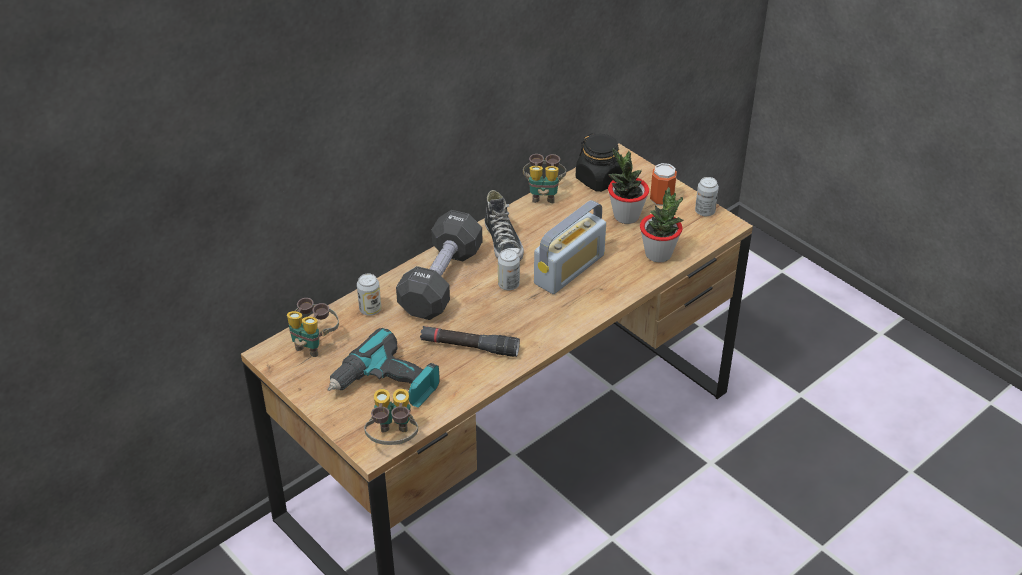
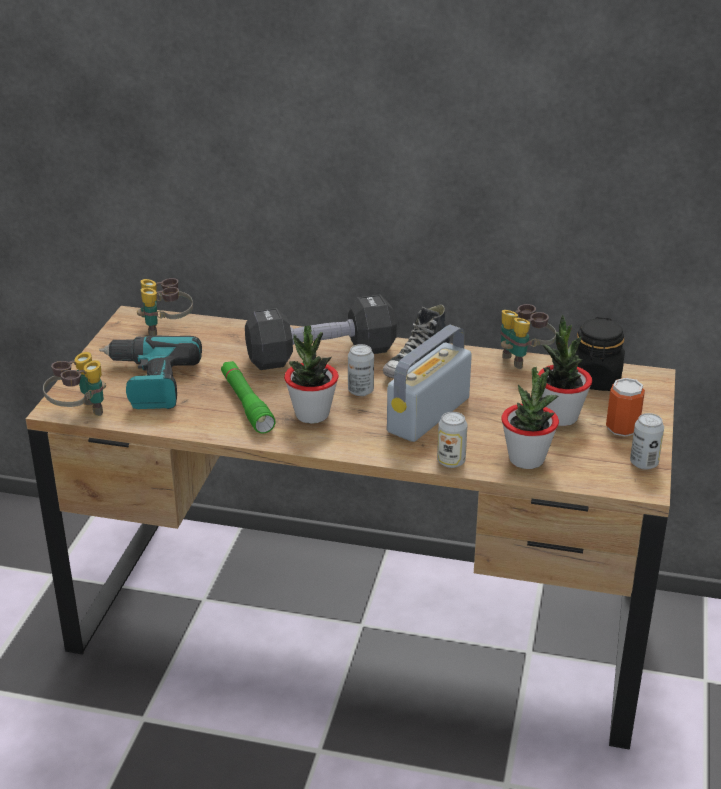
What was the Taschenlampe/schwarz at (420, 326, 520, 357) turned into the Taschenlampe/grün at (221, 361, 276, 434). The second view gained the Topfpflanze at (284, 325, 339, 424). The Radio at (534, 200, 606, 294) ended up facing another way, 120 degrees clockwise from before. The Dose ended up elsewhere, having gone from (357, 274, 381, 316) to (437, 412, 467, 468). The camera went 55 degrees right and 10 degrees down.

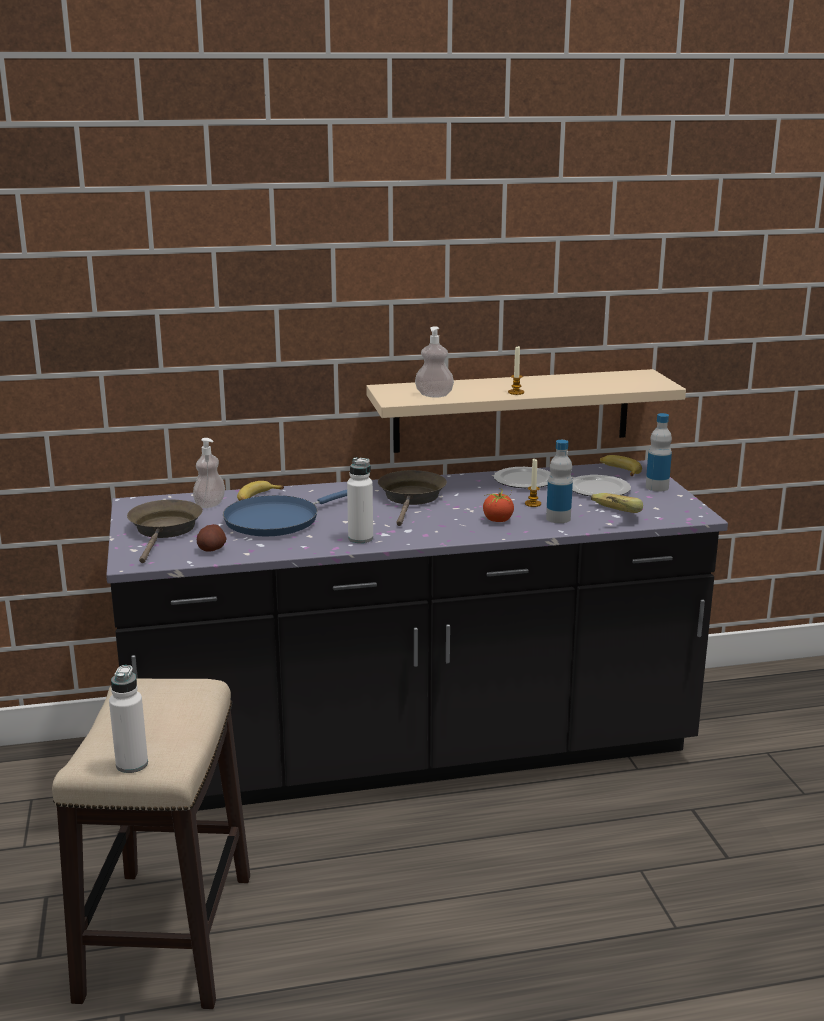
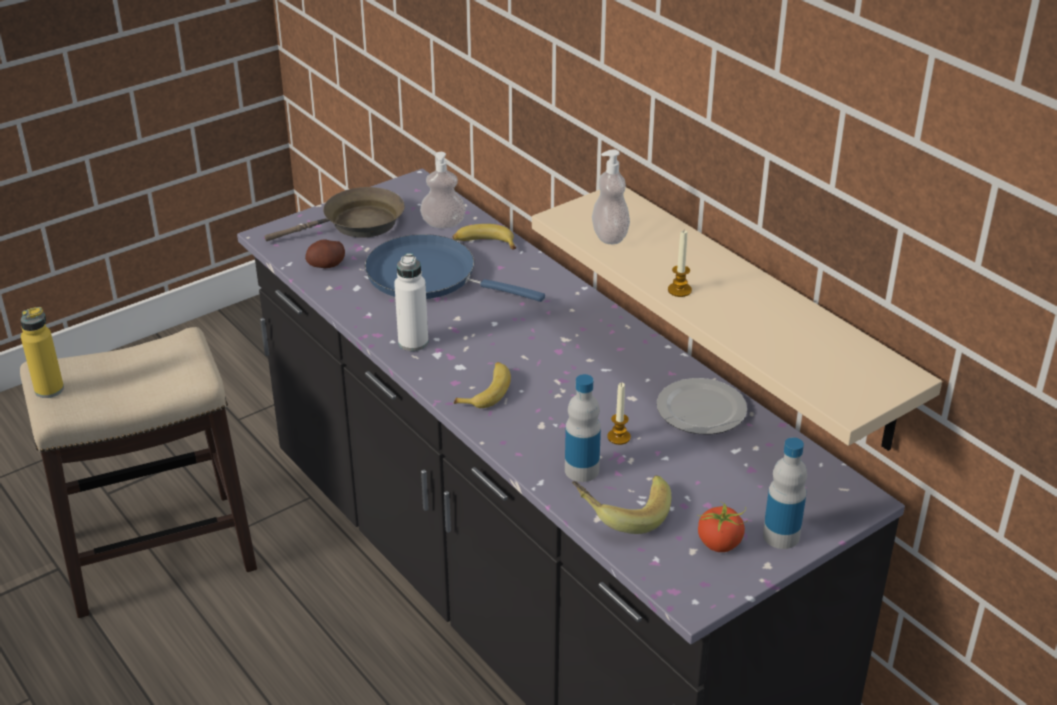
What was the Flasche/weiß at (109, 665, 148, 773) turned into the Flasche/gelb at (21, 307, 64, 398). The Banane ended up elsewhere, having gone from (600, 455, 642, 476) to (454, 362, 511, 408). The Tomate ended up elsewhere, having gone from (483, 488, 514, 522) to (697, 501, 747, 552). The second view lost the Pfanne/braun at (378, 470, 447, 526). The second view lost the Teller at (572, 475, 631, 496). The camera went 65 degrees right and 15 degrees up.

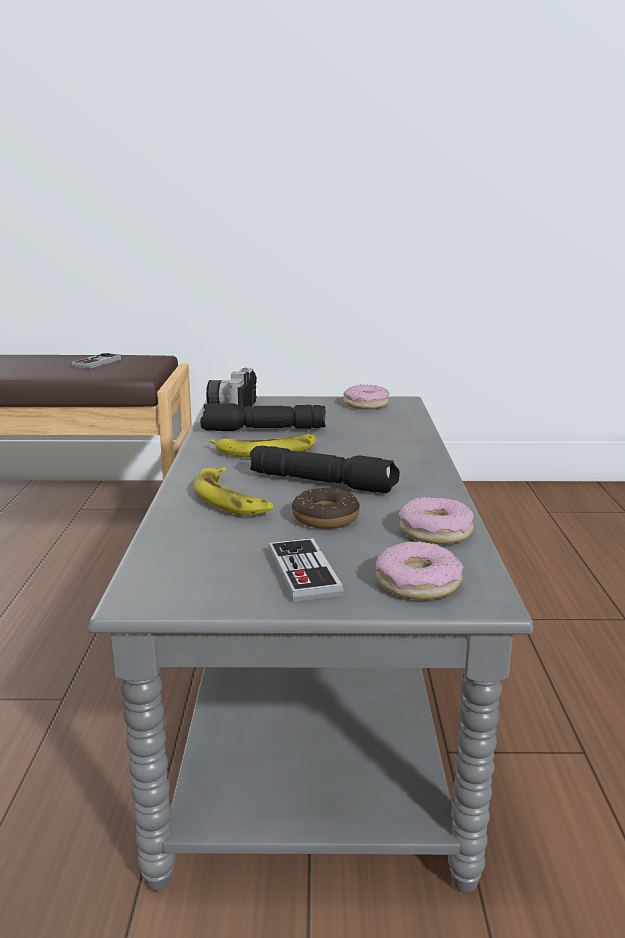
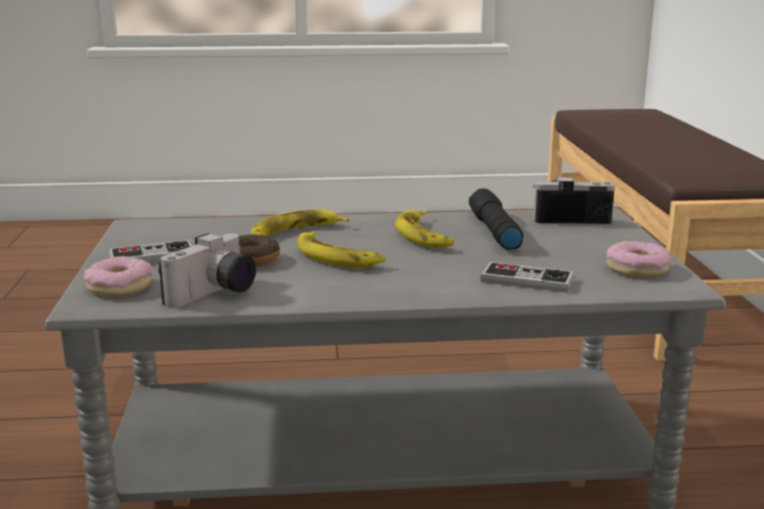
Where the Donut stood at (399, 497, 474, 544), the Kamera came to stand at (158, 233, 256, 308). Where the Taschenlampe/schwarz stood at (250, 446, 400, 493), the Banane came to stand at (297, 231, 385, 268). The Gamepad ended up elsewhere, having gone from (72, 353, 122, 369) to (480, 262, 574, 293). The camera went 85 degrees right and 0 degrees up.

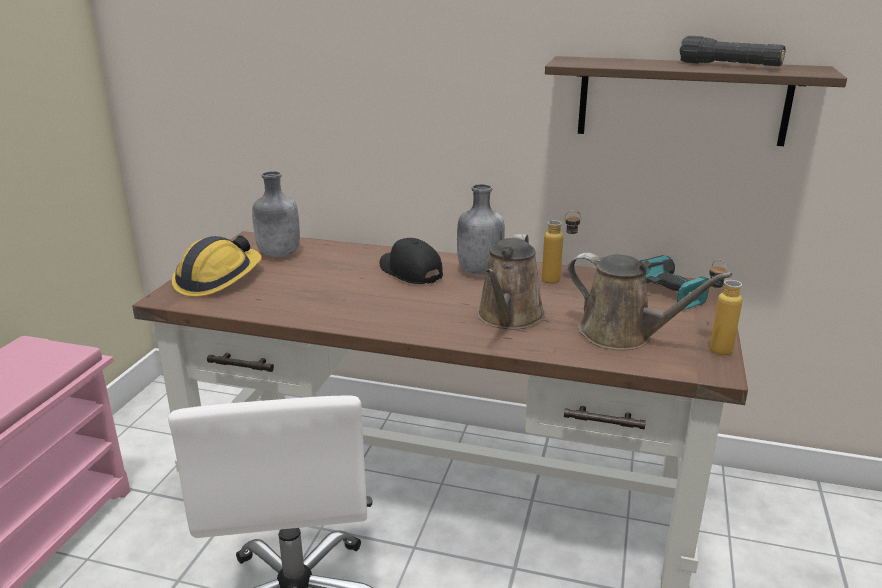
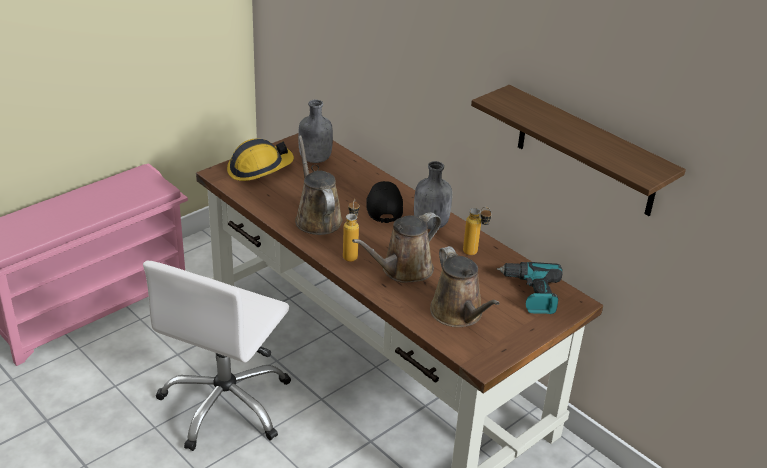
The second view gained the Gießkanne/braun at (295, 135, 343, 235). The Flasche ended up elsewhere, having gone from (709, 259, 742, 355) to (343, 199, 360, 262). The second view lost the Taschenlampe/schwarz at (680, 35, 786, 66). The camera went 30 degrees right and 10 degrees up.

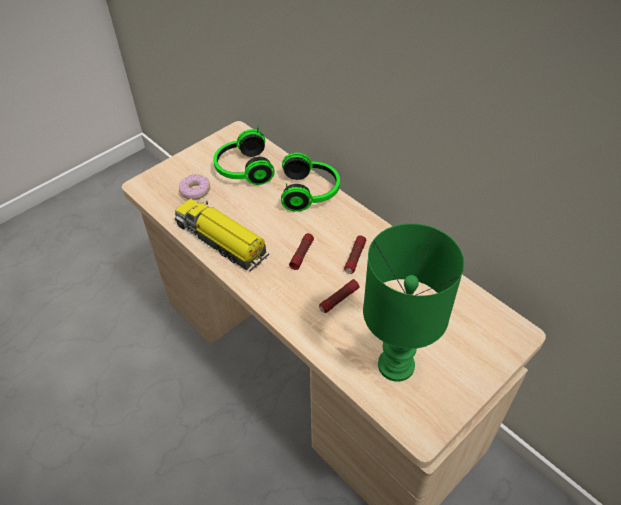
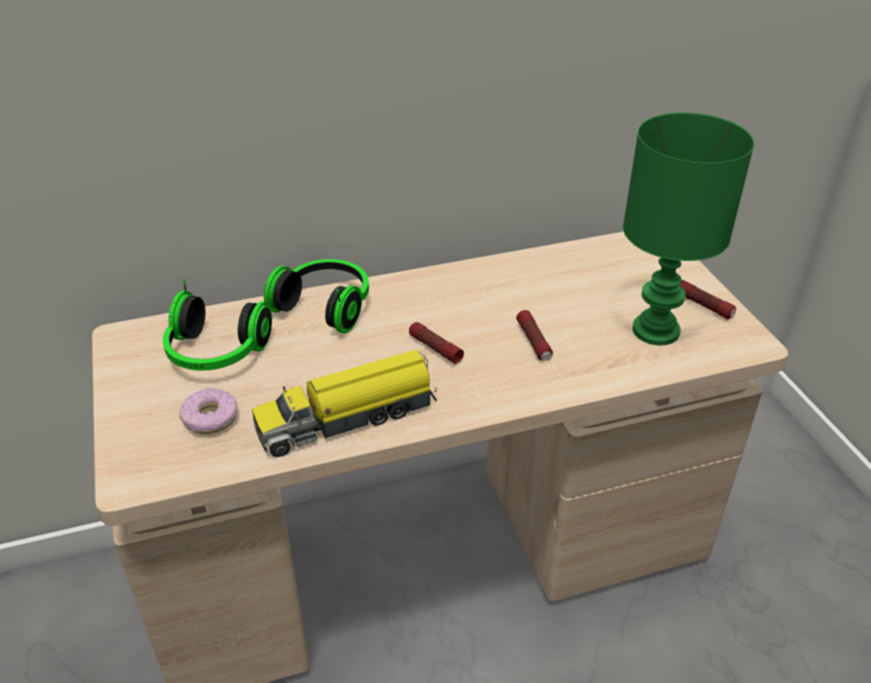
The Taschenlampe ended up elsewhere, having gone from (344, 235, 367, 274) to (680, 280, 736, 319). The camera went 65 degrees left and 10 degrees down.

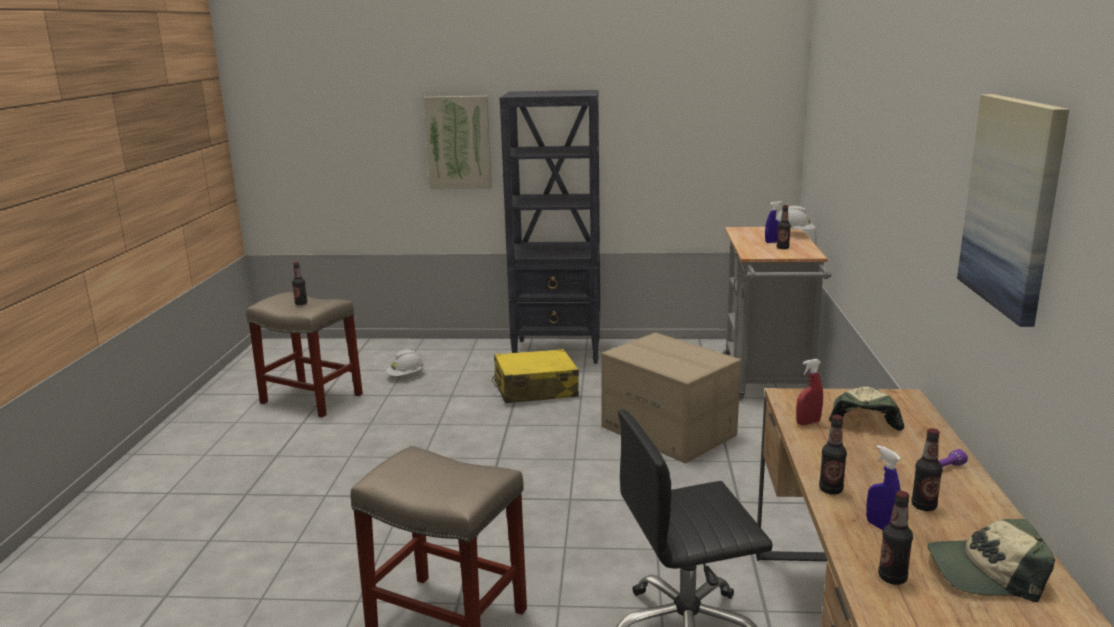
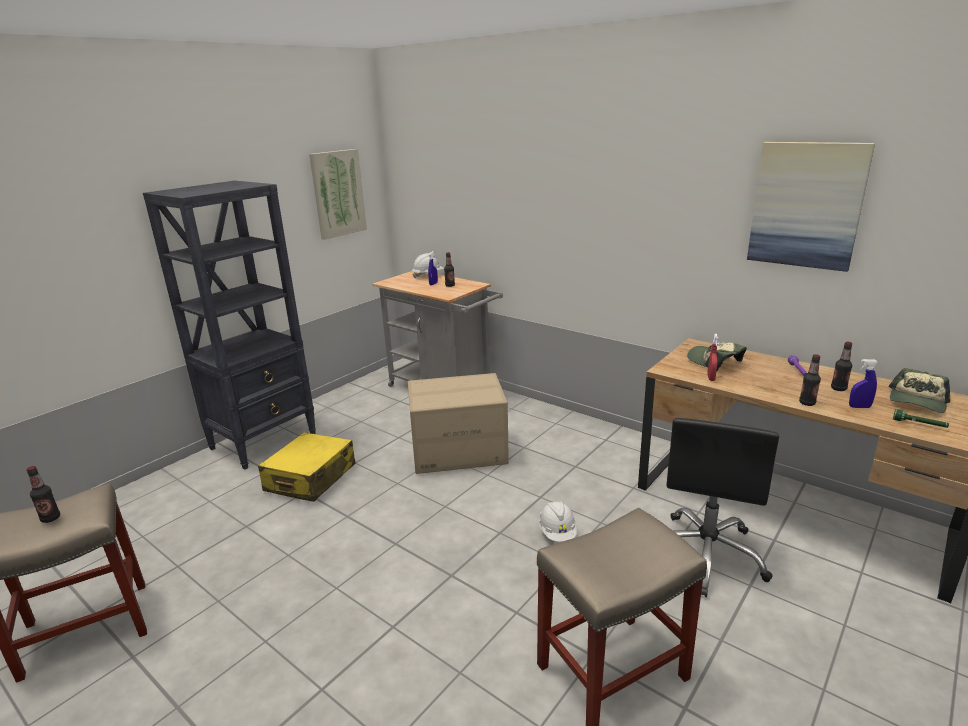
The Bild ended up elsewhere, having gone from (423, 96, 492, 189) to (309, 149, 367, 240). The Schutzhelm/weiß ended up elsewhere, having gone from (386, 349, 425, 376) to (538, 501, 577, 542). Where the Flasche stood at (878, 491, 913, 585), the Taschenlampe/grün came to stand at (893, 409, 949, 428). The camera went 55 degrees left and 5 degrees up.

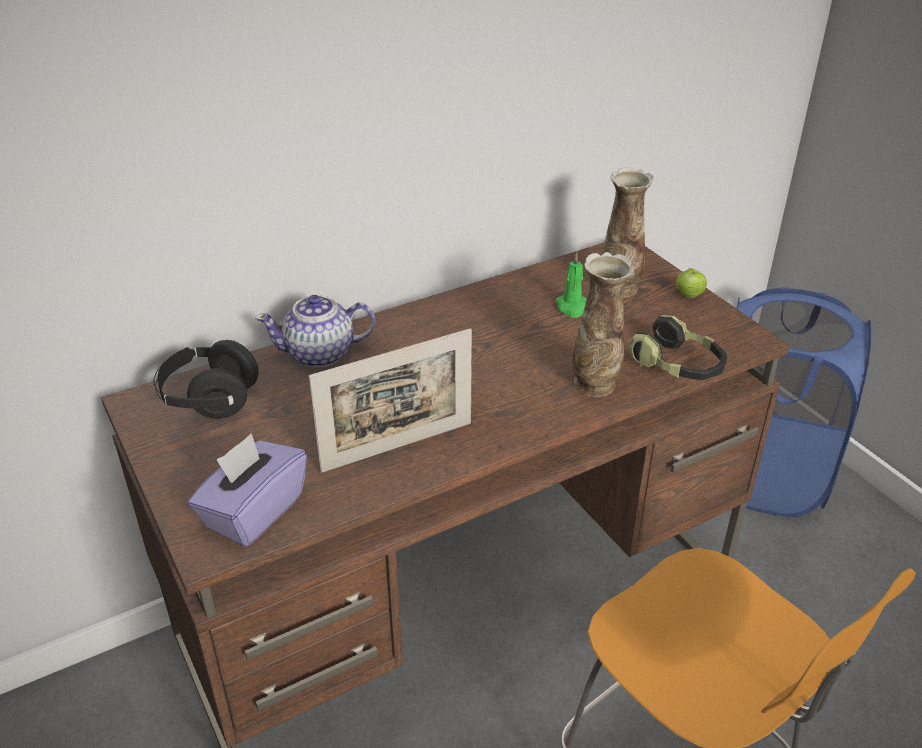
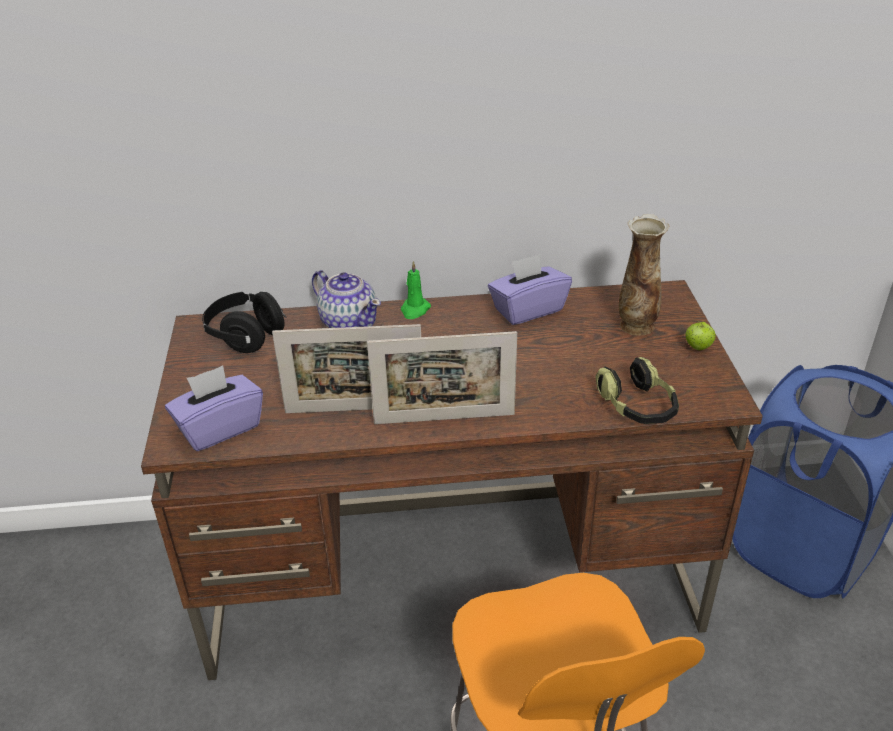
The Teekanne at (255, 295, 375, 367) ended up facing another way, 150 degrees counterclockwise from before. The second view gained the Bilderrahmen at (367, 331, 517, 424). The Kerze/grün ended up elsewhere, having gone from (556, 252, 587, 318) to (401, 261, 431, 319). The second view gained the Taschentuchbox/lila at (488, 254, 572, 325). The second view lost the Vase at (572, 252, 634, 397). The camera went 25 degrees right and 0 degrees up.

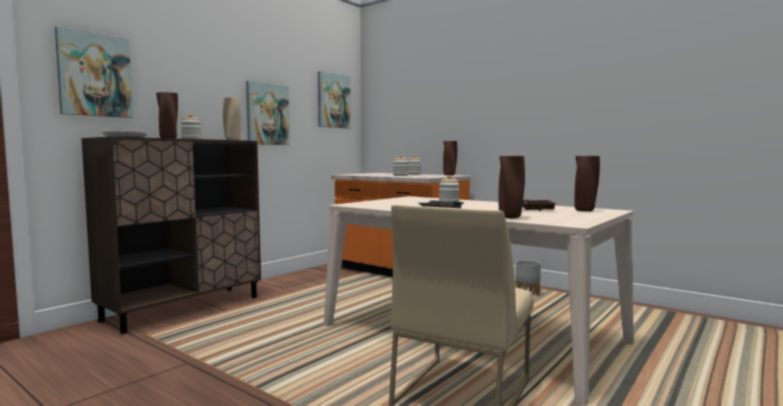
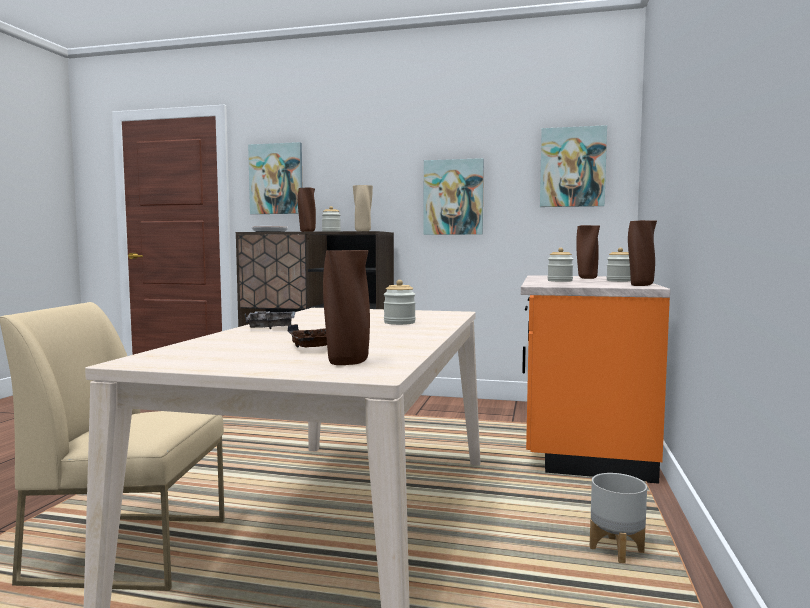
The Vase/braun ended up elsewhere, having gone from (499, 156, 525, 218) to (576, 225, 600, 279). The camera went 65 degrees right and 0 degrees up.

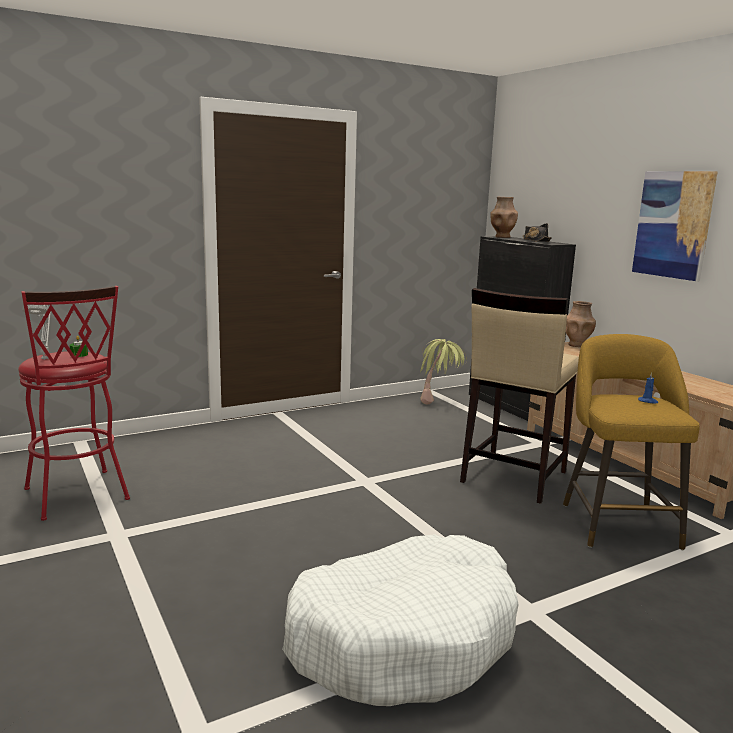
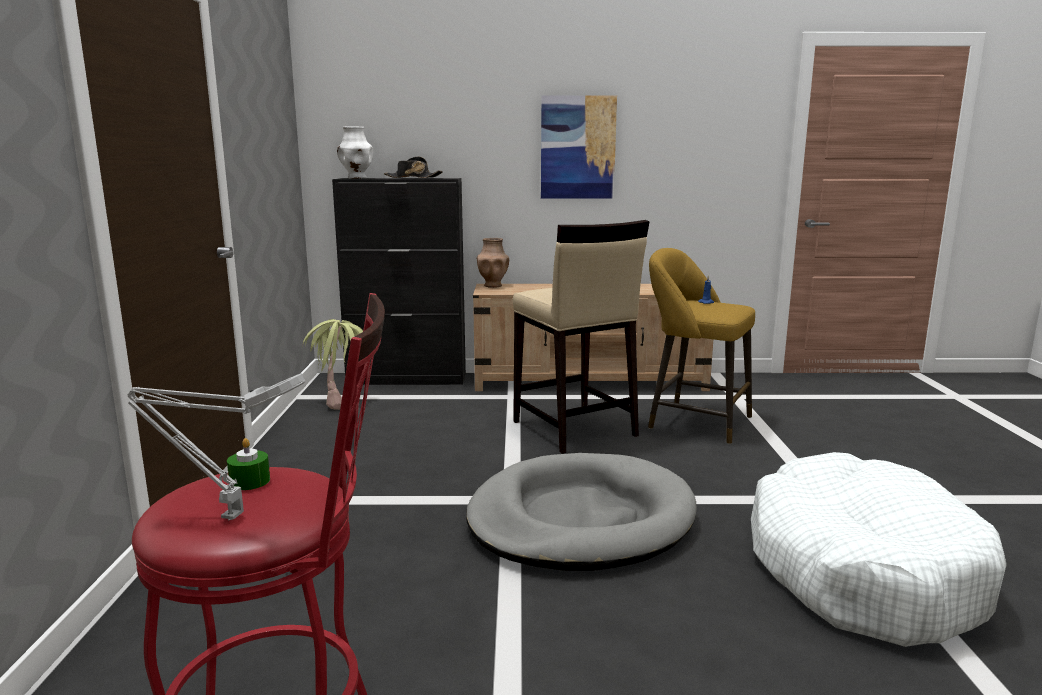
What was the Vase/braun at (490, 197, 518, 238) turned into the Vase/weiß at (337, 127, 373, 178). The second view gained the Hundebett/grau at (466, 453, 697, 571). The camera went 60 degrees left and 0 degrees up.

